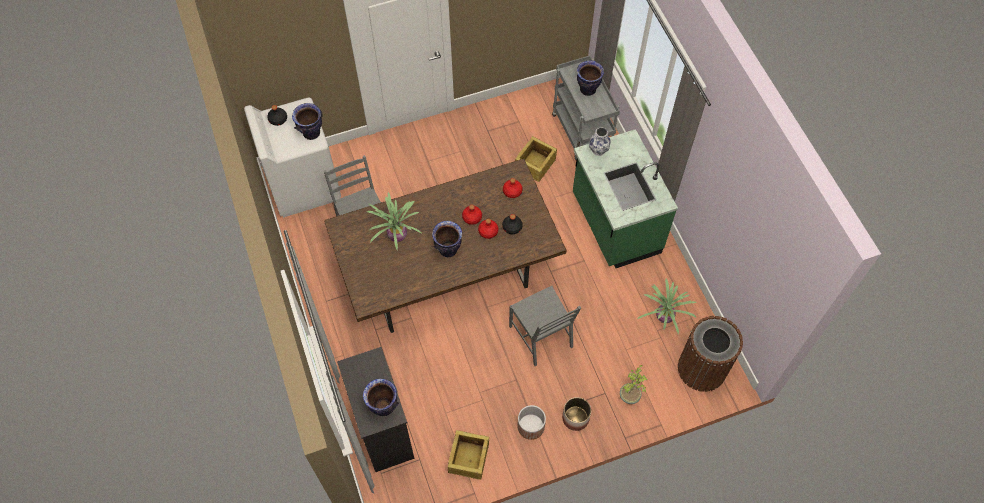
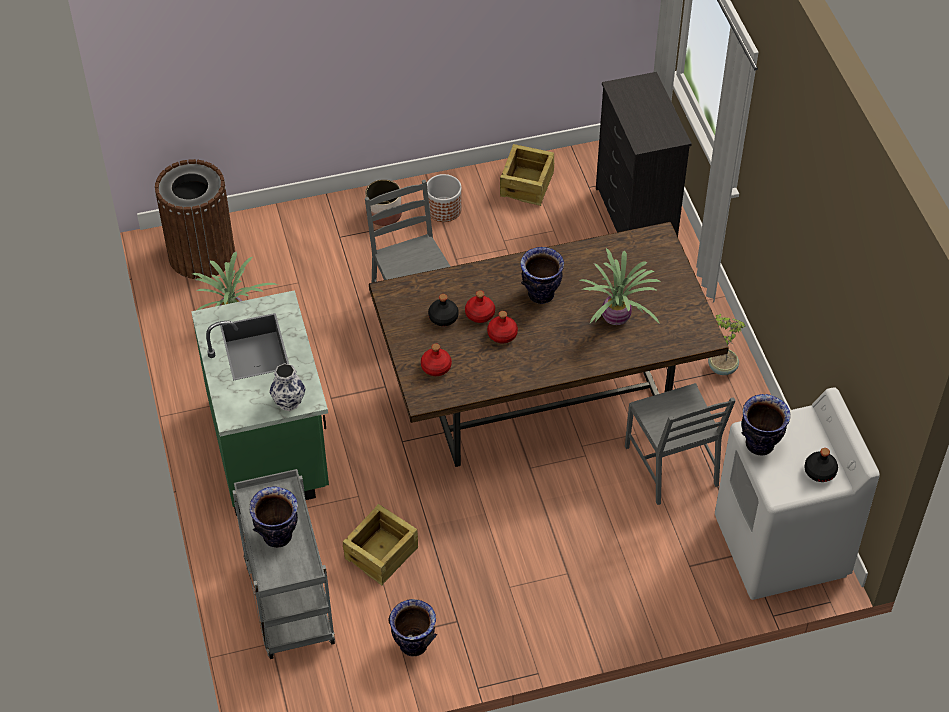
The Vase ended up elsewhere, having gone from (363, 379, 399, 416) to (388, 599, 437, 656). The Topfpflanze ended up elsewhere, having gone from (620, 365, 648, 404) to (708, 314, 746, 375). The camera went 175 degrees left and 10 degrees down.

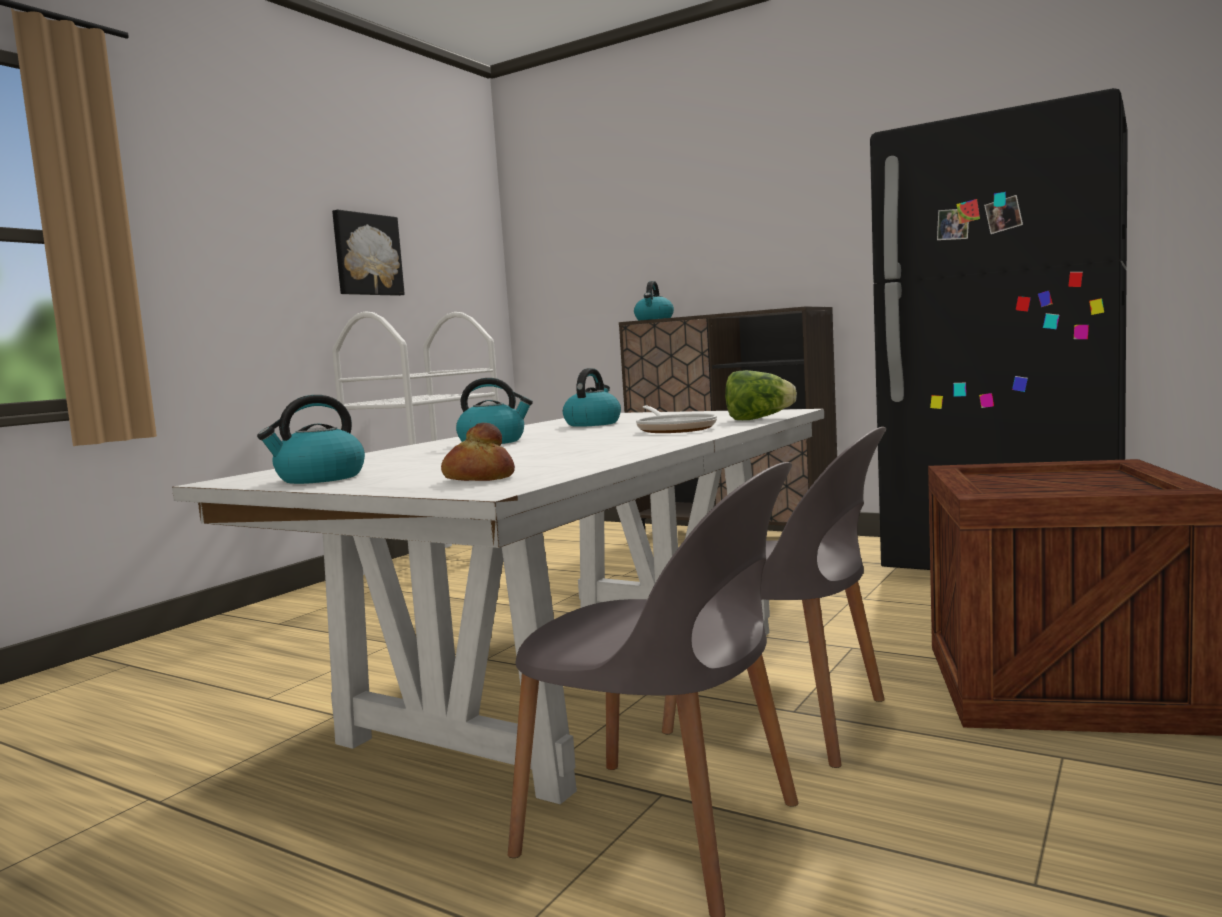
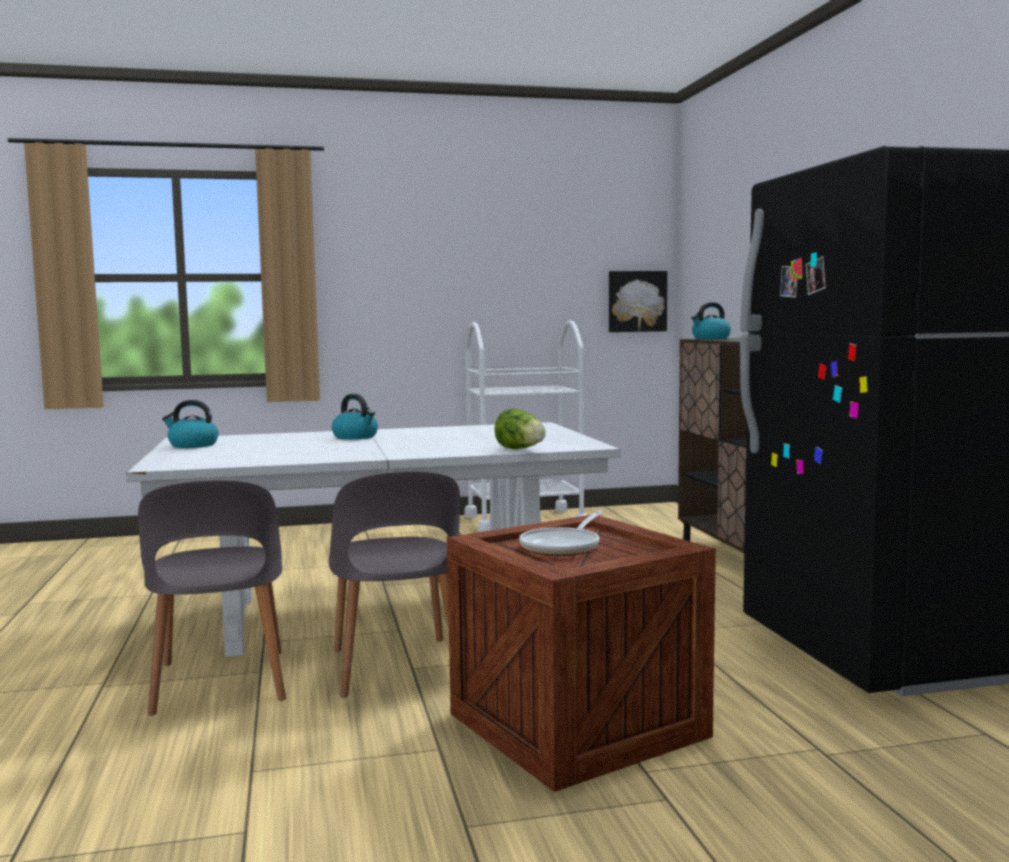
The Pfanne ended up elsewhere, having gone from (636, 405, 717, 433) to (519, 510, 603, 556). The Bild ended up elsewhere, having gone from (332, 210, 405, 296) to (609, 271, 667, 332). The second view lost the Brot at (441, 423, 515, 481). The second view lost the Wasserkessel at (563, 368, 621, 427). The camera went 45 degrees right and 0 degrees up.

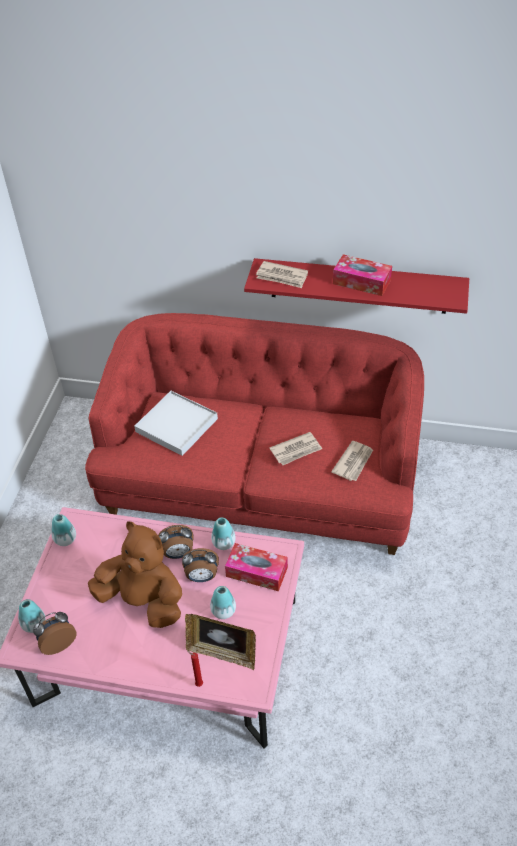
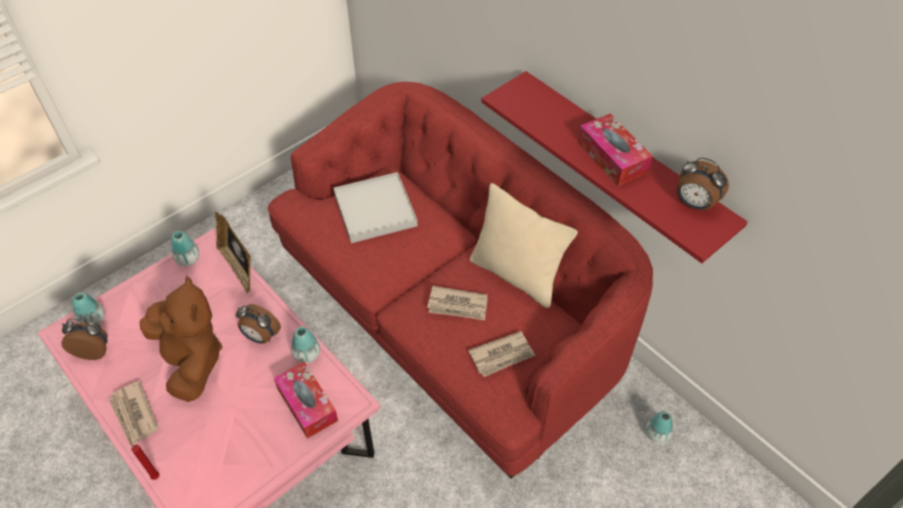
The Zeitung ended up elsewhere, having gone from (256, 261, 308, 288) to (108, 381, 159, 446). The Bilderrahmen ended up elsewhere, having gone from (185, 614, 256, 670) to (215, 212, 251, 294). The second view gained the Kissen/beige at (470, 183, 578, 308). The Vase ended up elsewhere, having gone from (210, 586, 236, 619) to (646, 411, 673, 443). The Wecker ended up elsewhere, having gone from (182, 548, 219, 582) to (677, 157, 729, 211). The camera went 35 degrees right and 5 degrees up.

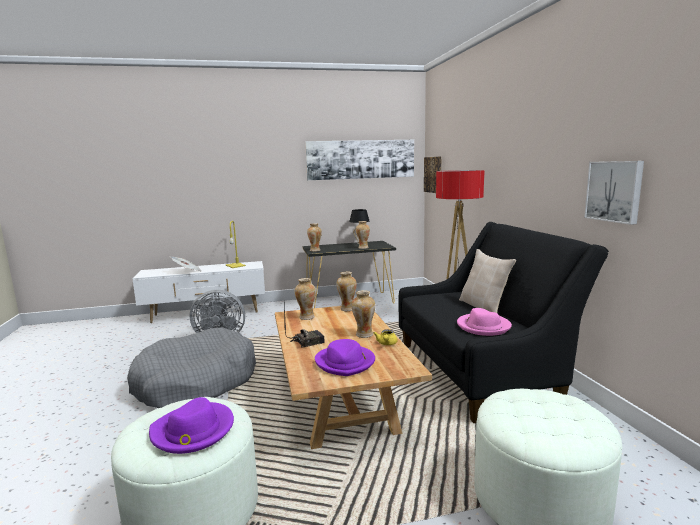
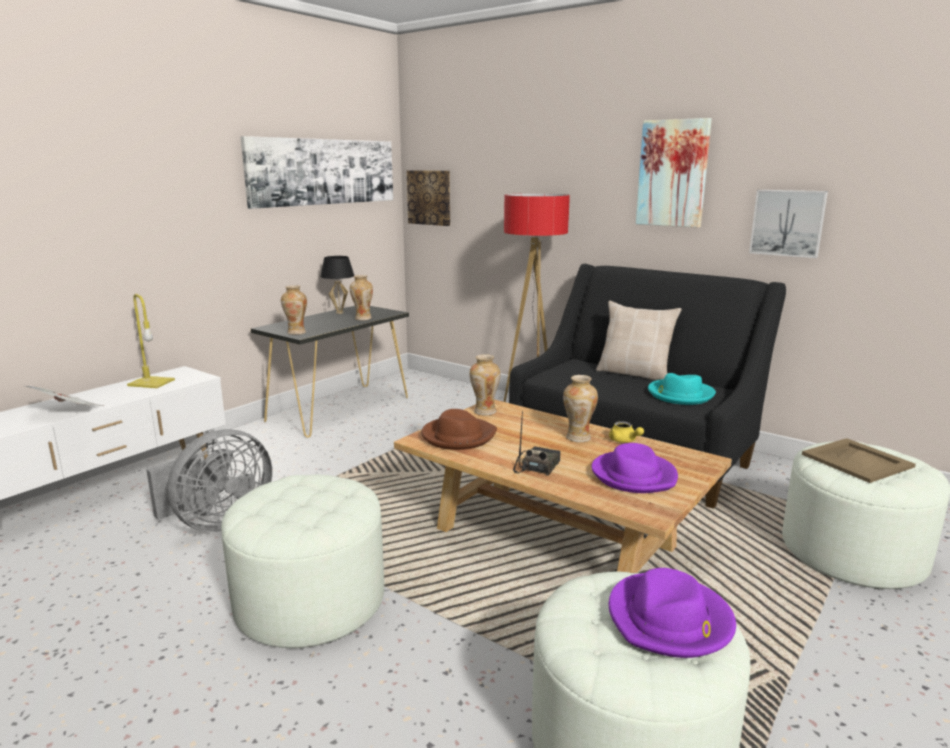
Where the Hundebett/grau stood at (127, 327, 256, 408), the Polsterhocker/weiß came to stand at (221, 475, 384, 648). Where the Vase stood at (294, 278, 316, 320), the Hut/braun came to stand at (421, 409, 497, 450). The second view gained the Bild at (636, 118, 712, 228). What was the Hut/rosa at (457, 308, 512, 336) turned into the Hut/türkis at (648, 373, 716, 405). The second view gained the Tablett/beige at (802, 438, 916, 483). The camera went 40 degrees left and 5 degrees up.

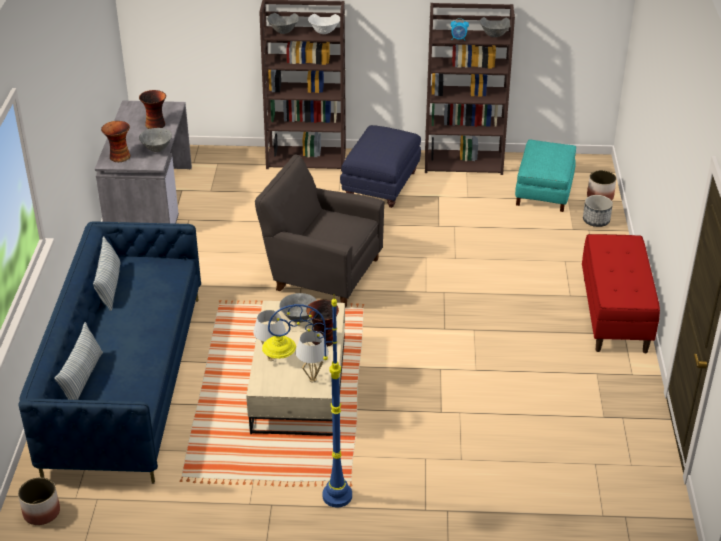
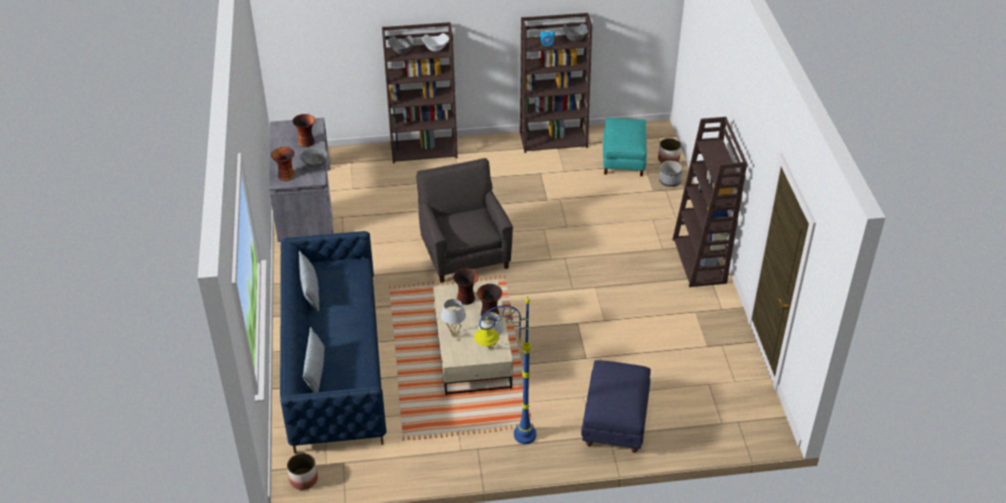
The Sessel/grau at (255, 154, 385, 308) ended up facing another way, 60 degrees clockwise from before. Where the Schüssel/grau stood at (279, 293, 317, 323), the Vase came to stand at (453, 268, 478, 305). The Polsterhocker/blau ended up elsewhere, having gone from (340, 125, 421, 208) to (581, 360, 651, 453). Where the Bank/rot stood at (582, 234, 660, 353), the Bücherregal/braun came to stand at (672, 117, 747, 287). The camera went 10 degrees left and 5 degrees up.

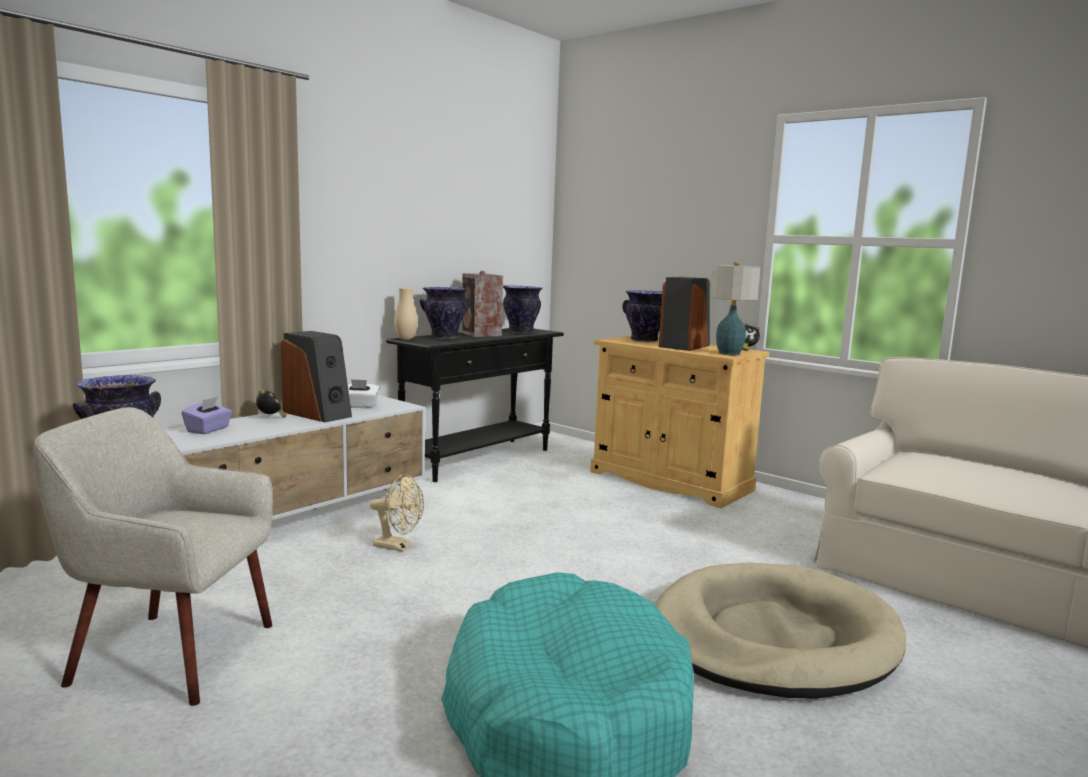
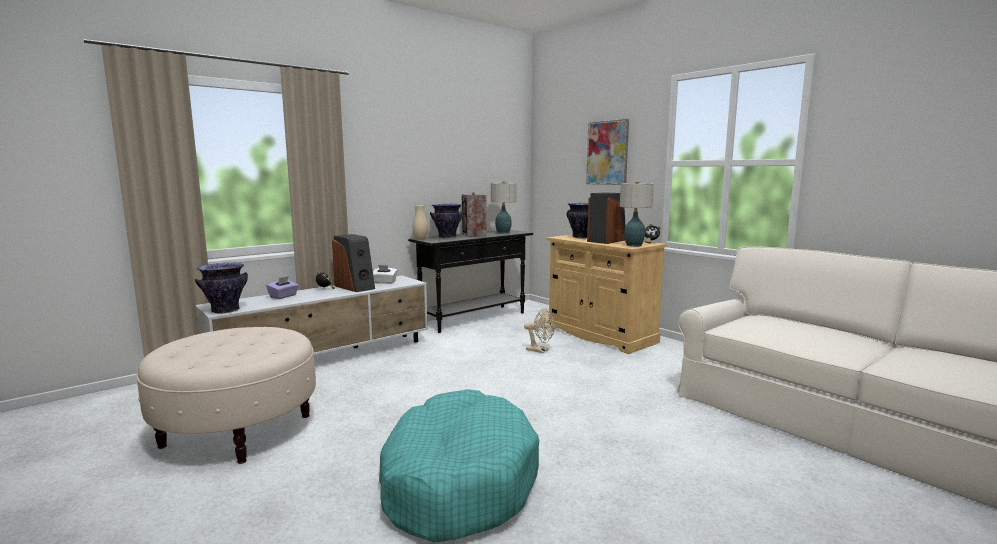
Where the Sessel/beige stood at (33, 407, 273, 706), the Polsterhocker/beige came to stand at (136, 327, 316, 464). Where the Vase stood at (503, 285, 543, 333), the Tischlampe came to stand at (491, 181, 516, 234). The Ventilator/beige ended up elsewhere, having gone from (370, 474, 424, 552) to (524, 309, 555, 353). The second view gained the Bild at (586, 119, 629, 185). The second view lost the Hundebett/beige at (655, 563, 906, 699). The camera went 10 degrees right and 0 degrees up.

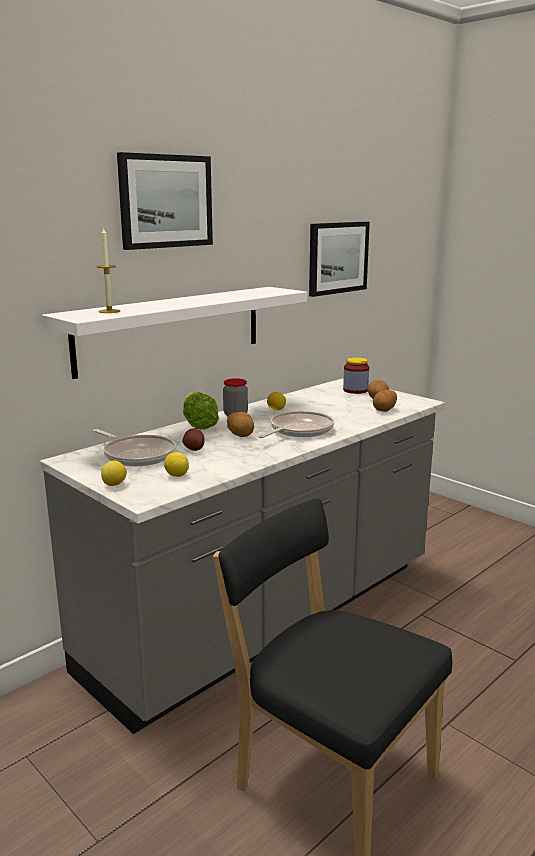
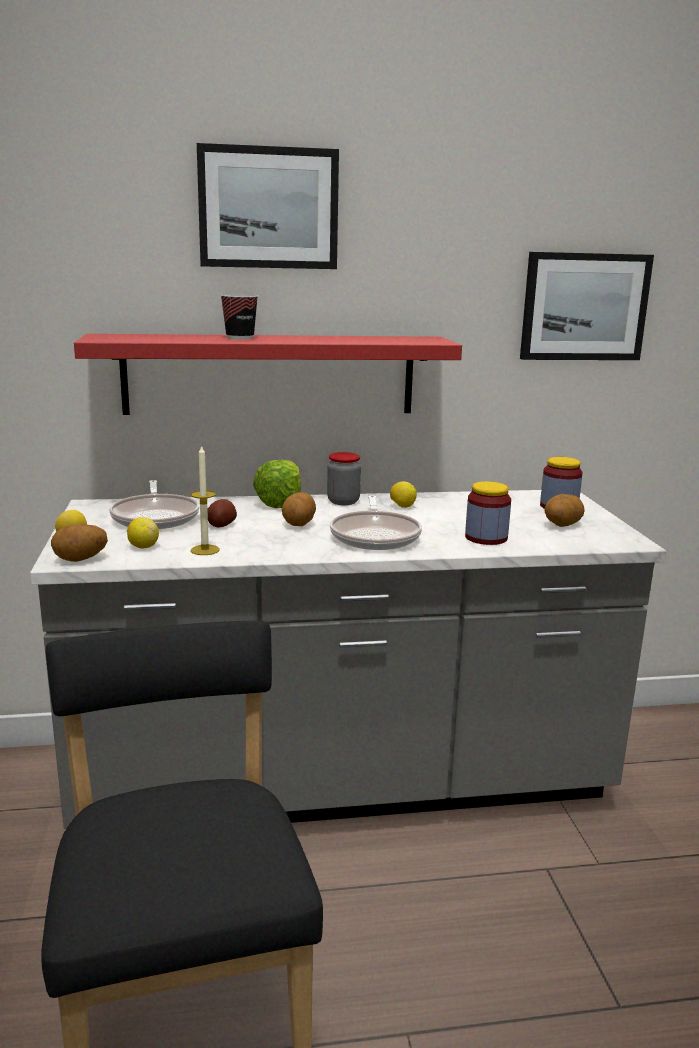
The Kartoffel ended up elsewhere, having gone from (373, 390, 397, 412) to (51, 524, 108, 562). What was the Wandregal/weiß at (42, 287, 307, 379) turned into the Wandregal/rot at (74, 334, 462, 415). The Kerze ended up elsewhere, having gone from (97, 227, 120, 313) to (191, 444, 220, 555). The second view gained the Tasse at (220, 294, 258, 340). The Pfanne at (258, 411, 334, 438) ended up facing another way, 105 degrees clockwise from before. The second view gained the Vorratsglas at (465, 481, 511, 545). The camera went 35 degrees right and 0 degrees up.

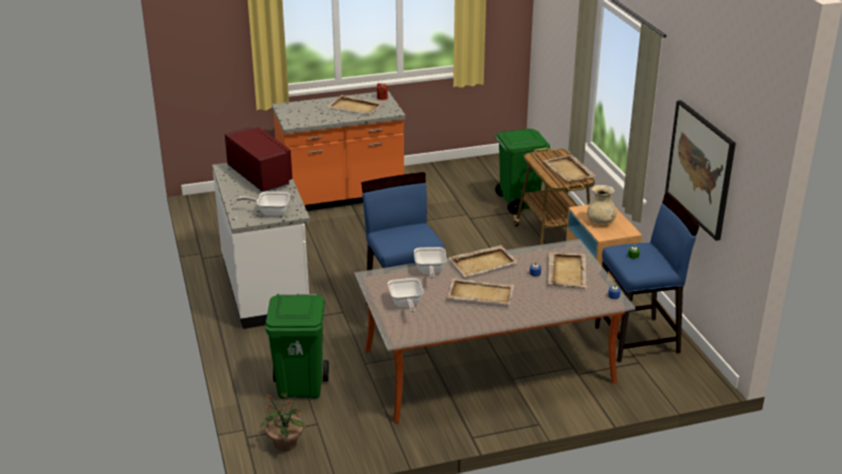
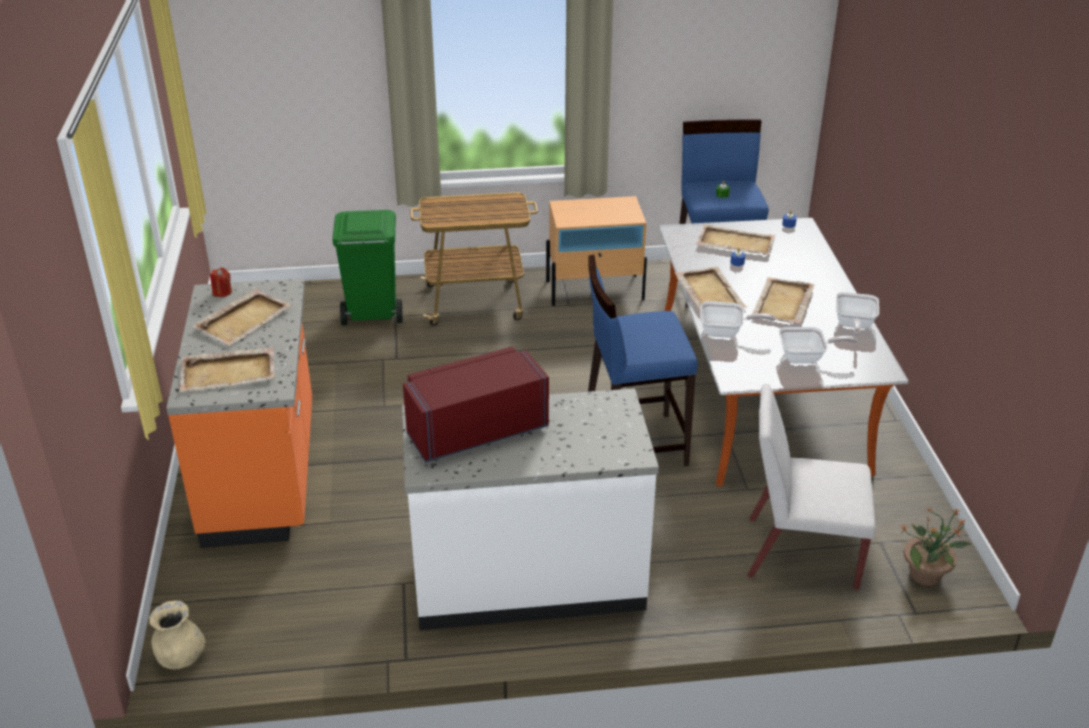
The Vase/beige ended up elsewhere, having gone from (587, 185, 617, 224) to (149, 600, 205, 669). The Tablett/beige ended up elsewhere, having gone from (544, 155, 596, 181) to (179, 347, 275, 392). Where the Mülleimer/grün stood at (265, 294, 329, 399), the Stuhl/weiß came to stand at (748, 384, 875, 590). The Pfanne ended up elsewhere, having gone from (236, 191, 290, 216) to (836, 292, 879, 336). The second view lost the Bild at (665, 100, 736, 241). The camera went 80 degrees left and 5 degrees up.

